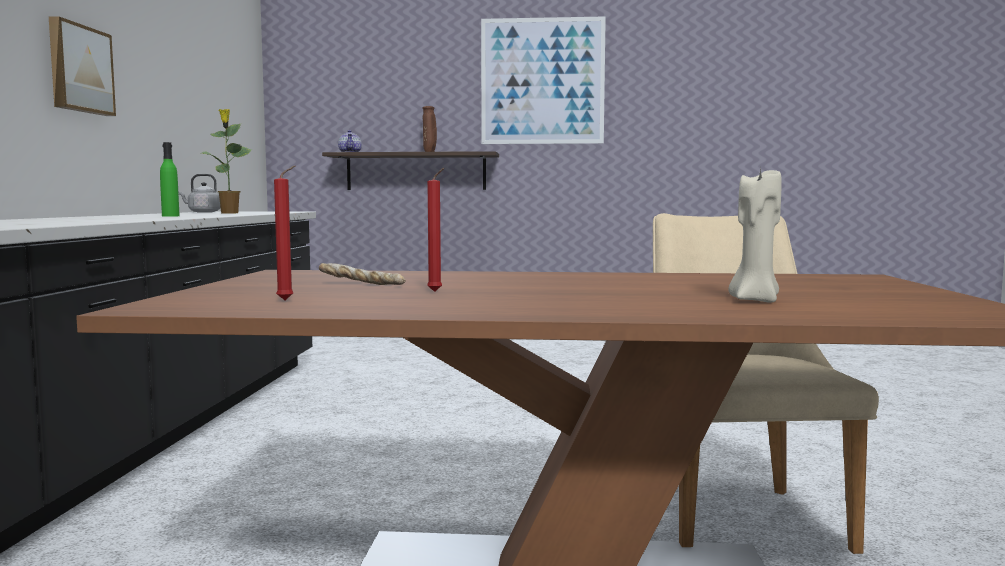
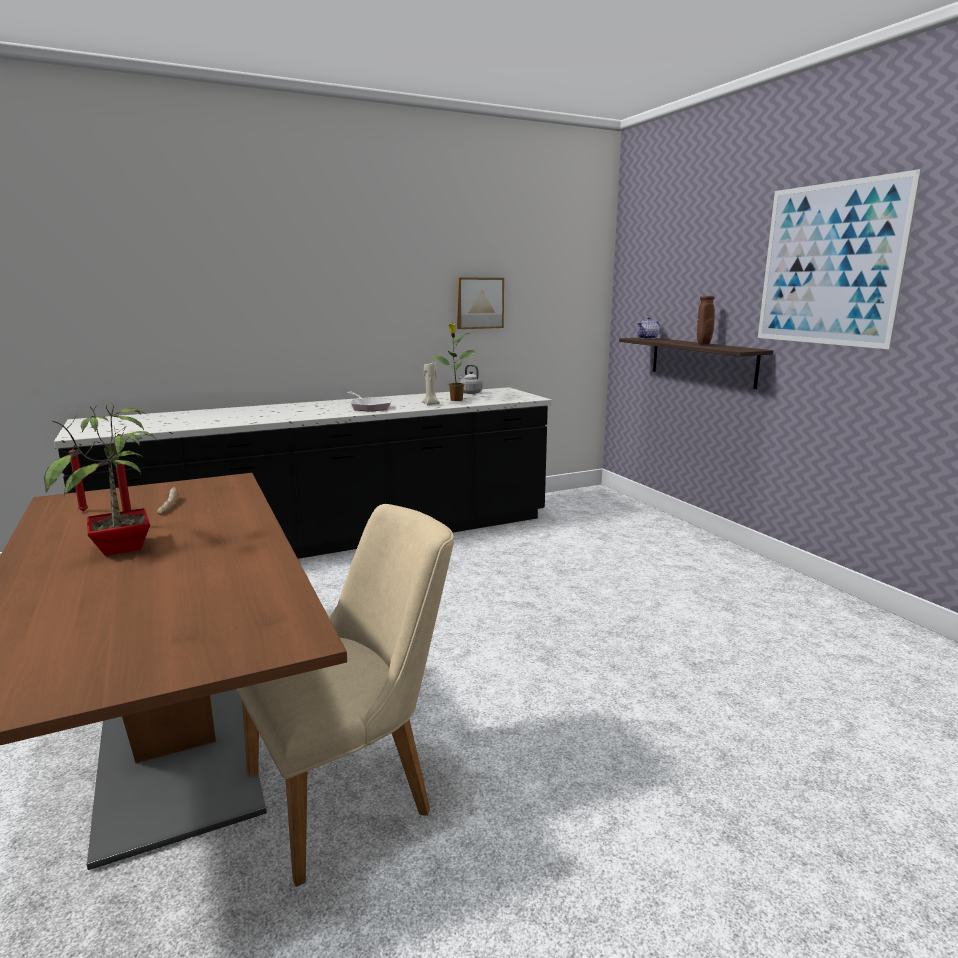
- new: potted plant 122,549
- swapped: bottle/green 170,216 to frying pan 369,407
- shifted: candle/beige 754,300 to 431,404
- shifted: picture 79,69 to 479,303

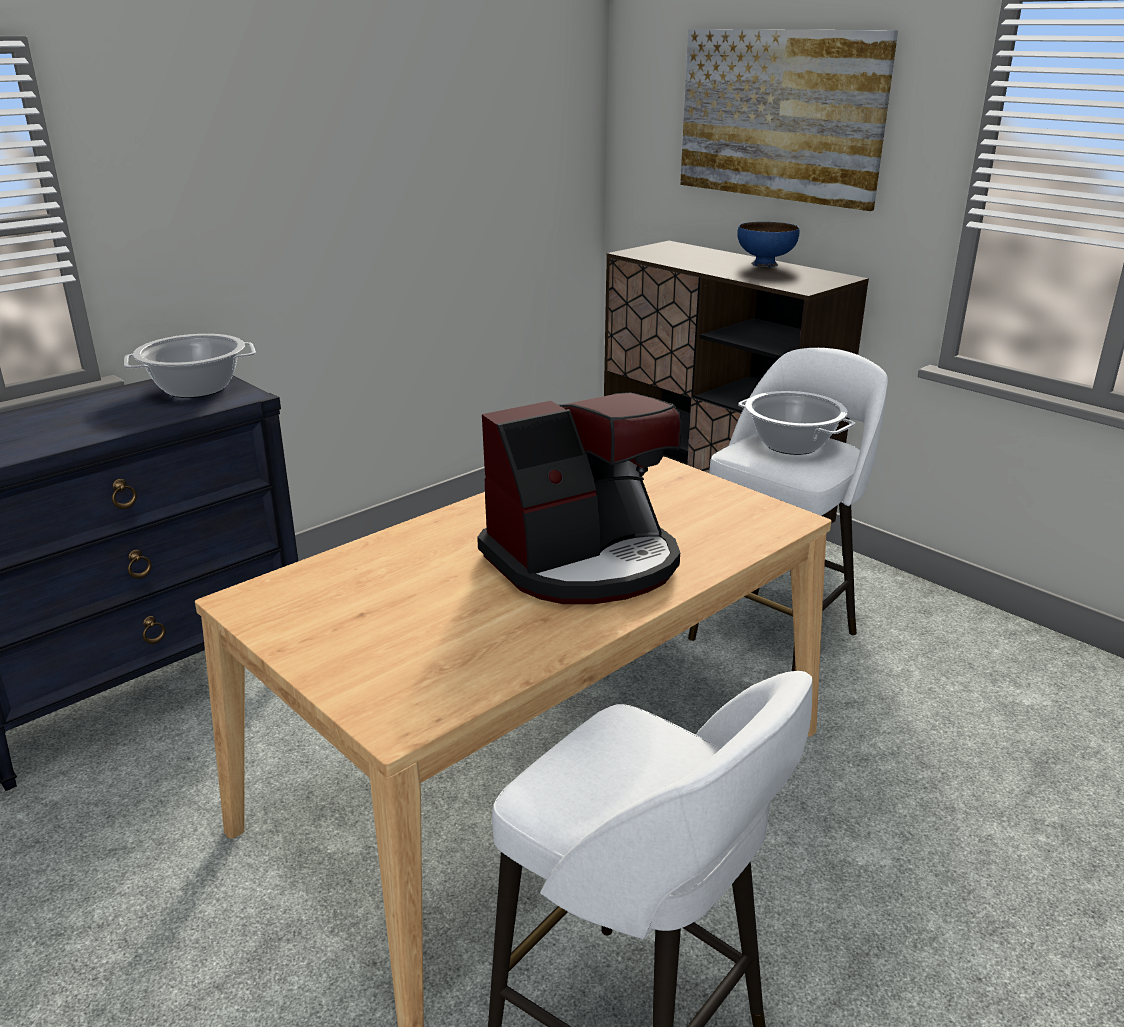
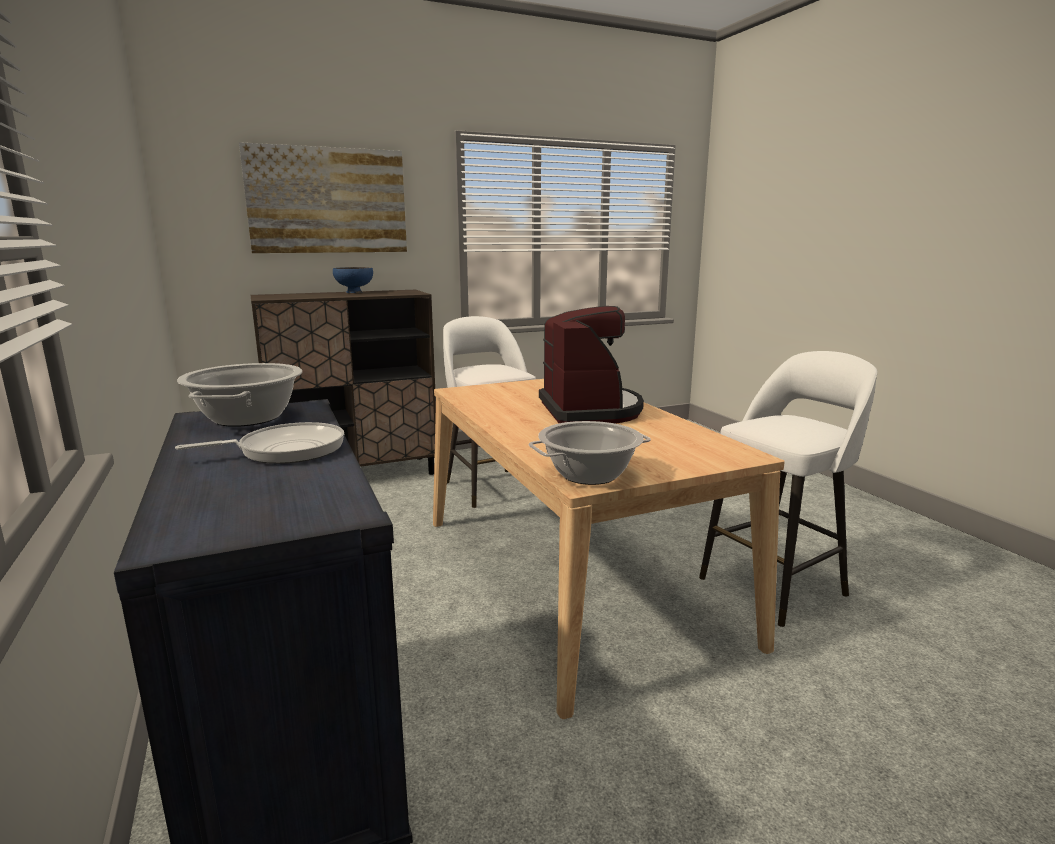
- new: frying pan 285,450
- shifted: cooking pot 791,444 to 589,475

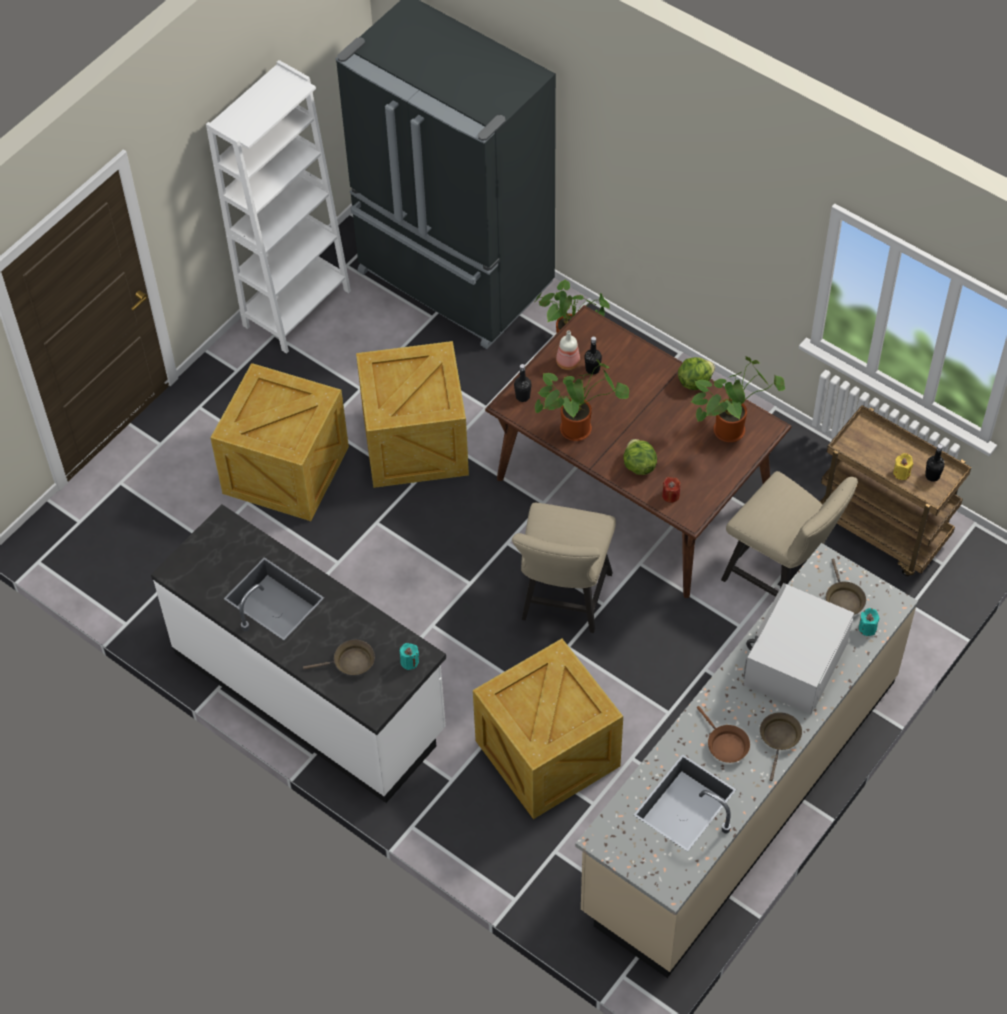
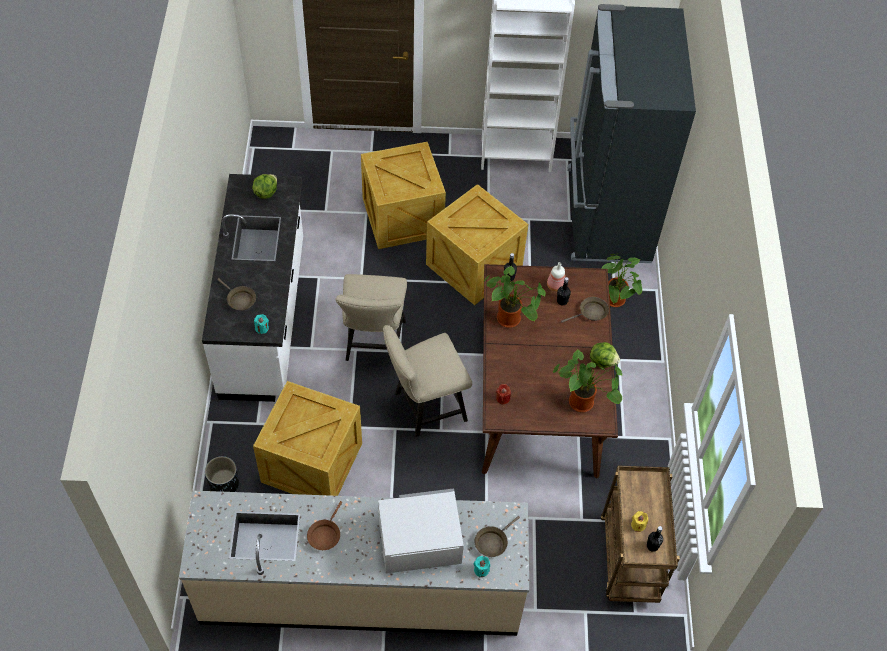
- new: planter/black 224,484
- shifted: lettuce 638,466 to 265,192
- shifted: chair/beige 780,576 to 374,345
- shifted: frying pan/brown 779,739 to 591,313

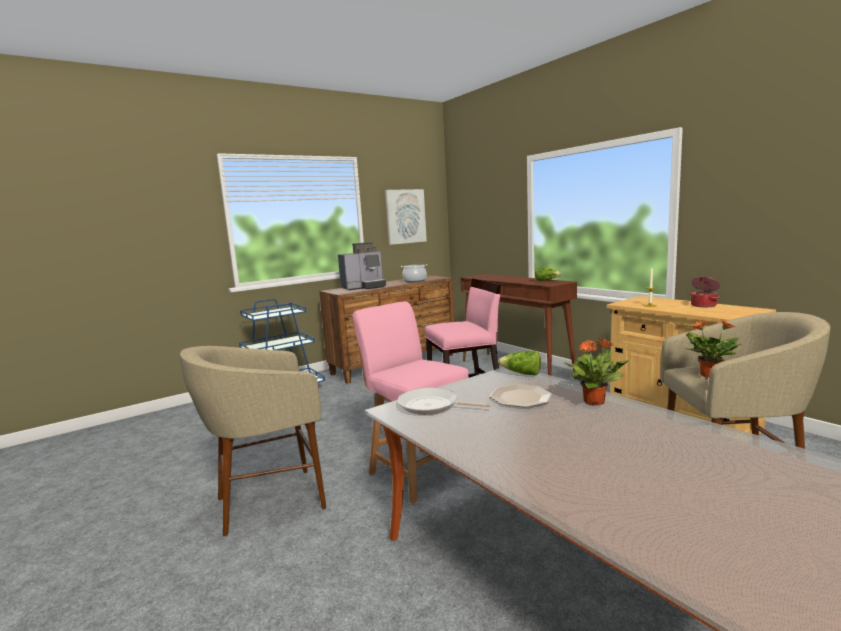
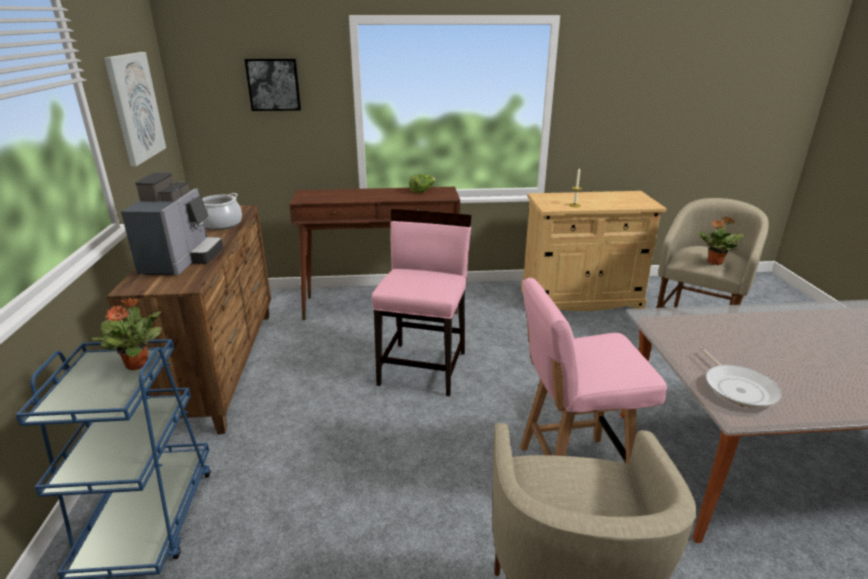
- shifted: potted plant 594,402 to 138,364
- new: picture 274,84
- rotated: frying pan 432,406 = 737,388 60 degrees counterclockwise
- gone: plate 520,397
- gone: lettuce 521,374
- gone: cooking pot 704,305

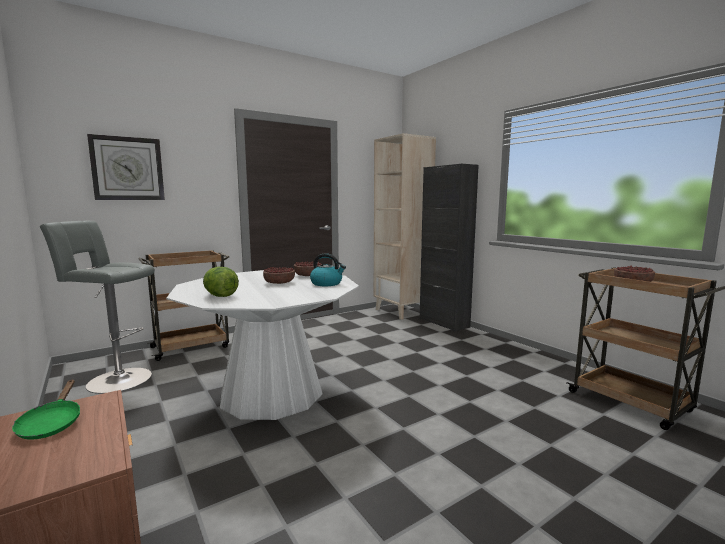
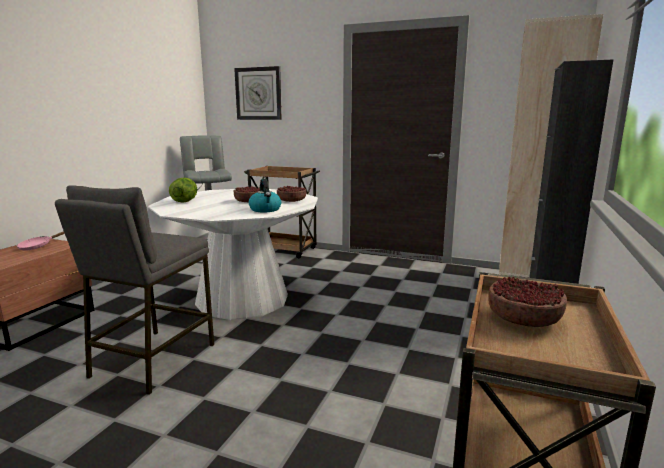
- repainted: frying pan/green 52,423 to frying pan/pink 38,246
- new: stool/grey 152,360

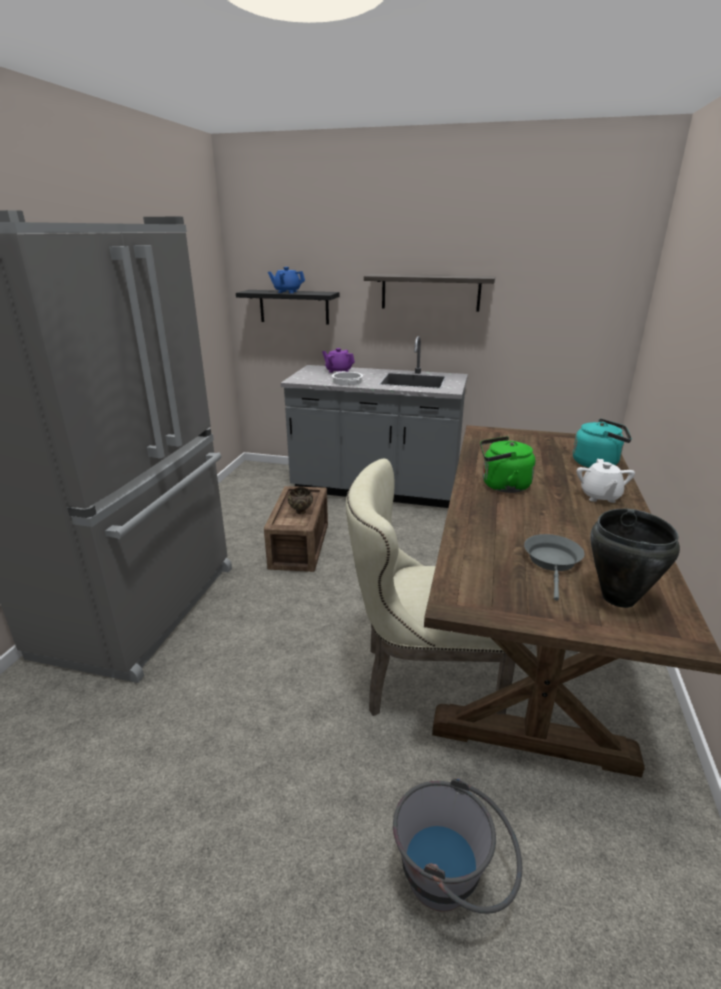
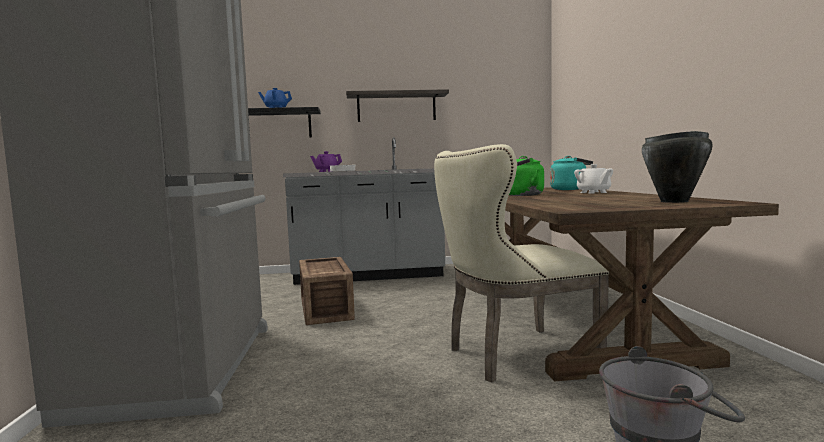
- gone: bowl/brown 301,512
- gone: frying pan/grey 552,562

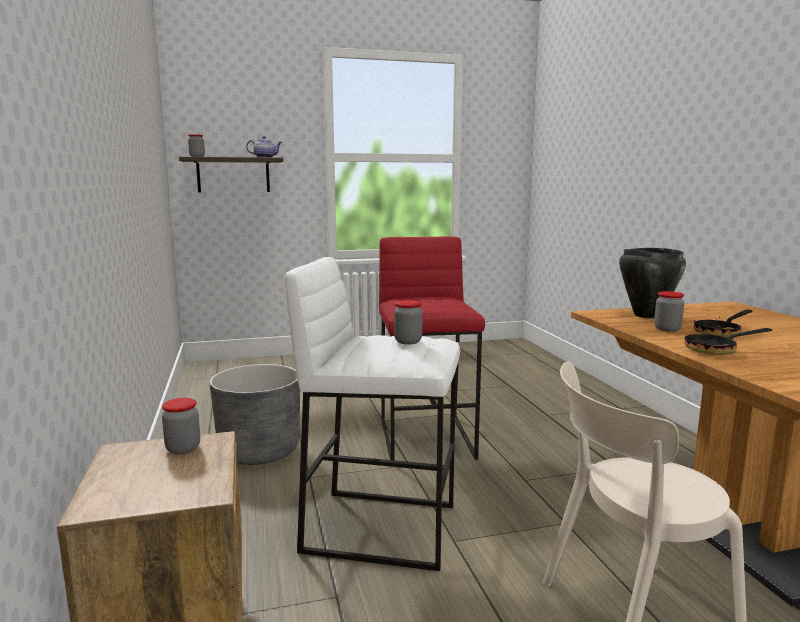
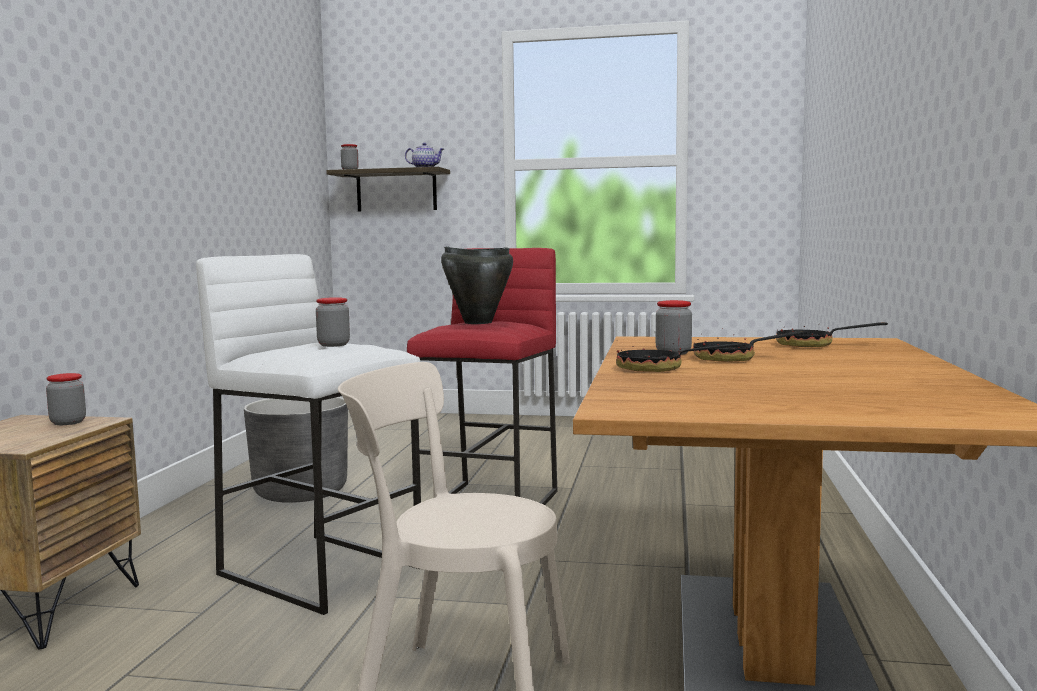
- shifted: cooking pot/black 646,315 to 477,322
- new: frying pan 814,345

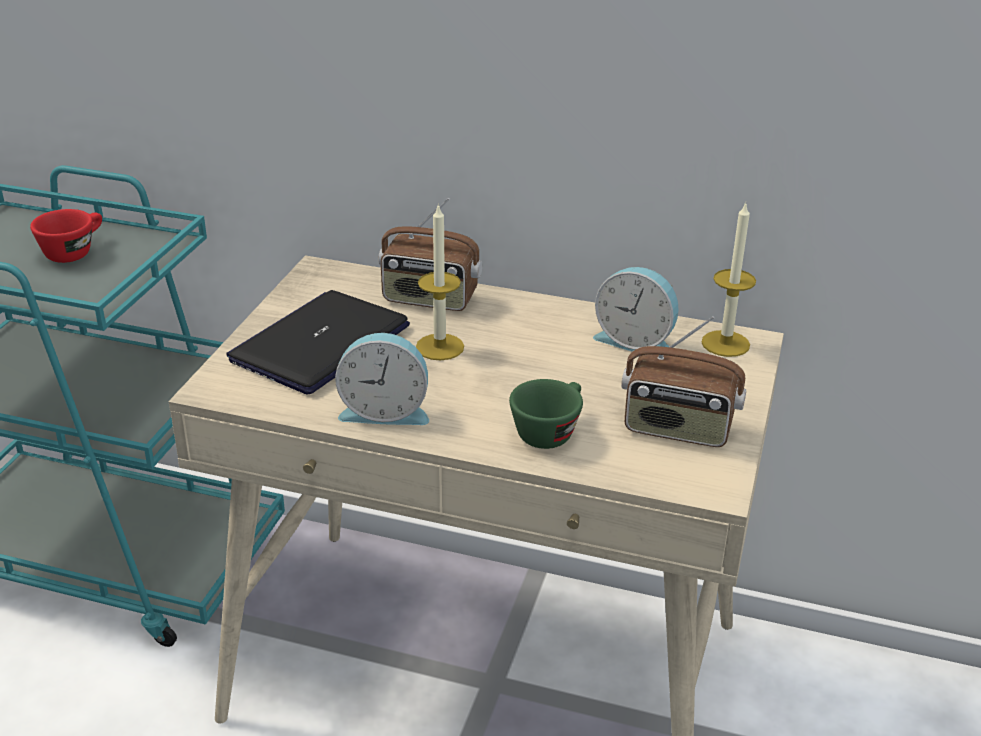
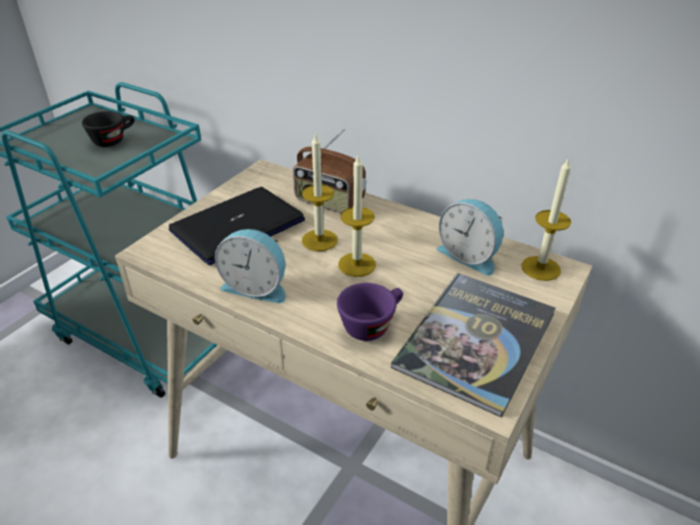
- repainted: cup/red 74,251 to cup/black 113,140
- repainted: cup/green 549,431 to cup/purple 372,324
- new: candle 357,264
- swapped: radio 677,429 to book 476,340

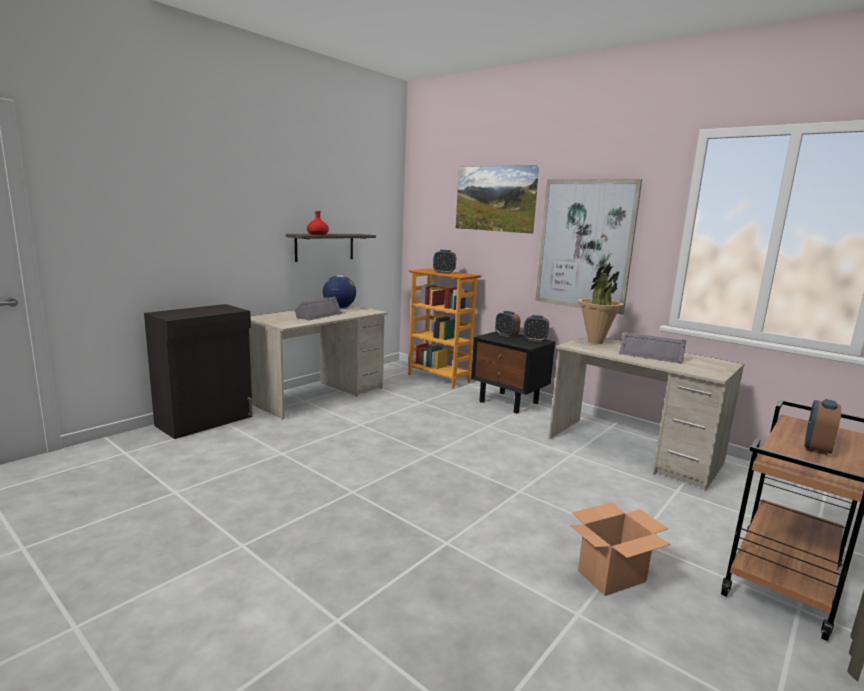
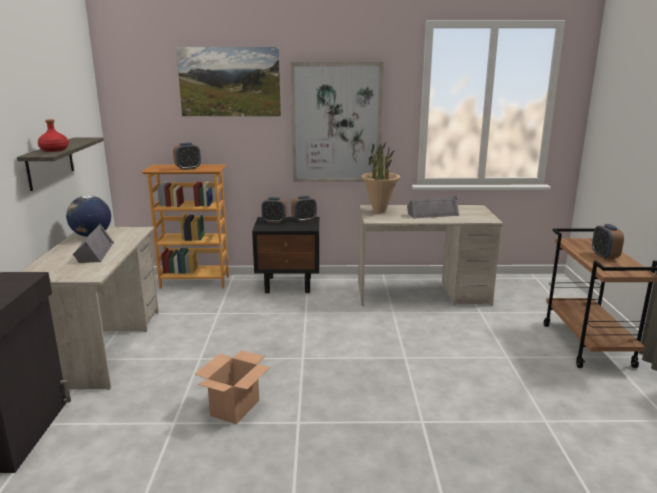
- shifted: cardboard box 612,576 to 235,408

